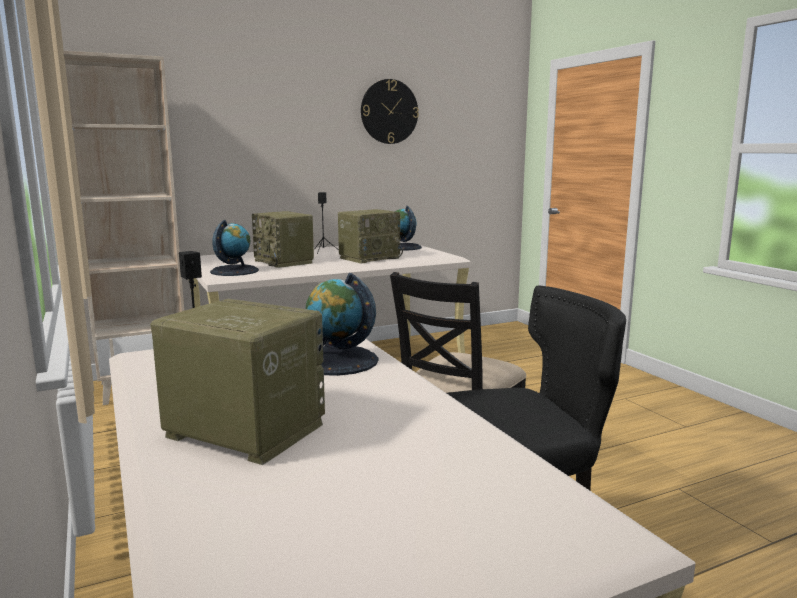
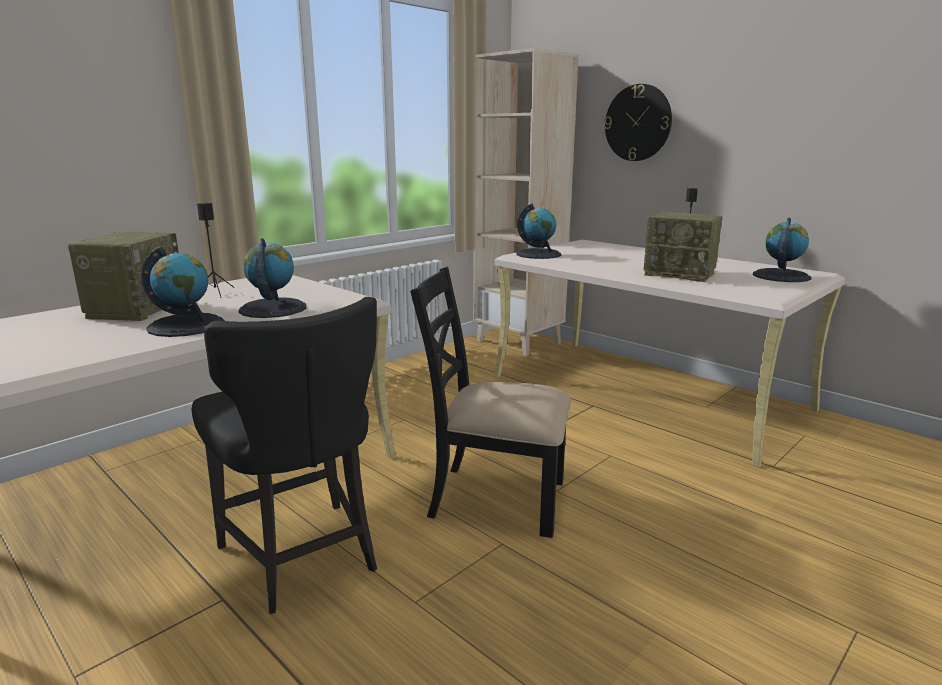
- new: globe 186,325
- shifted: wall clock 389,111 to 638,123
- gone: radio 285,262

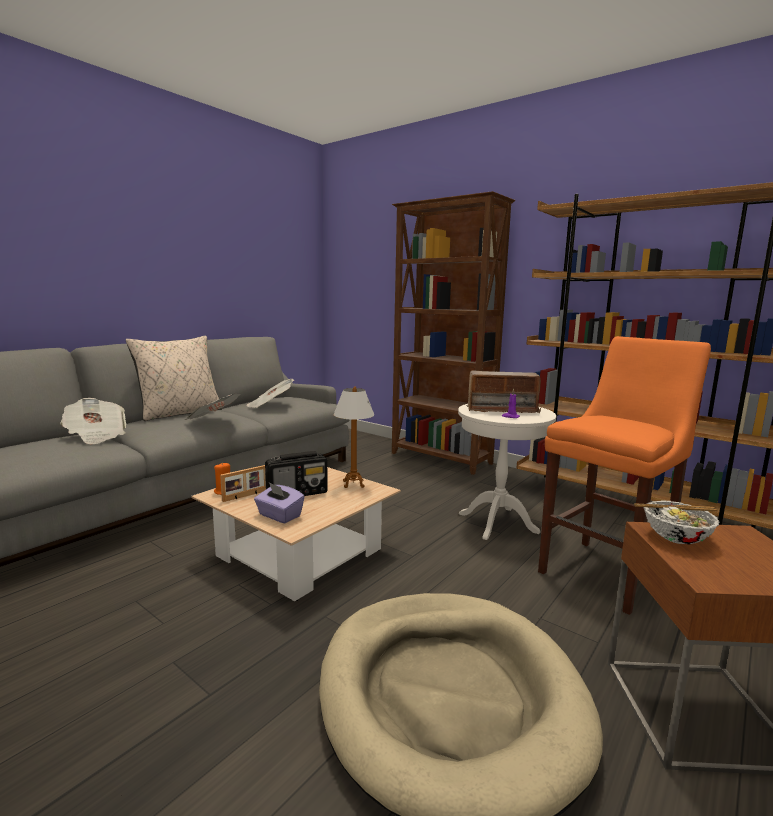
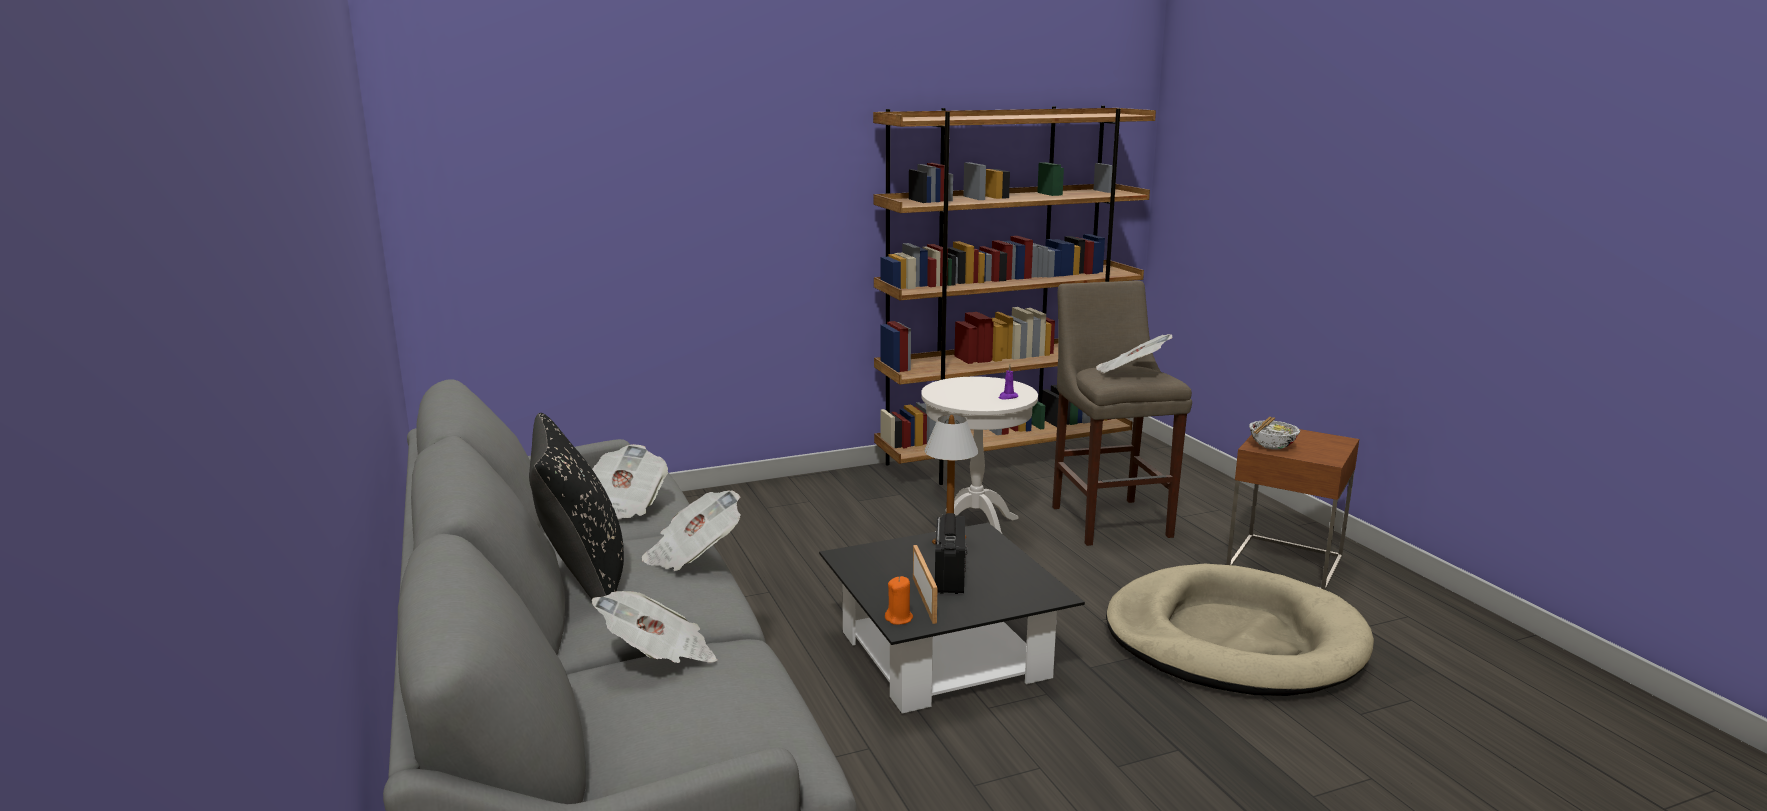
- repainted: pillow/beige 180,413 to pillow/black 584,577
- repainted: coffee table/beige 300,553 to coffee table/black 944,655
- repainted: stool/orange 607,572 to stool/beige 1108,519
- new: newspaper 1130,373
- gone: tissue box/purple 279,516
- gone: bookcase/brown 441,459
- gone: radio 501,410

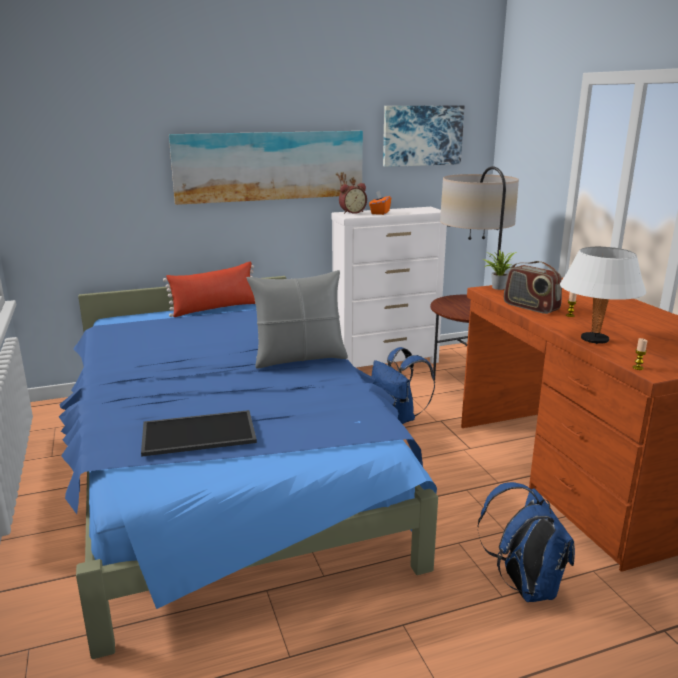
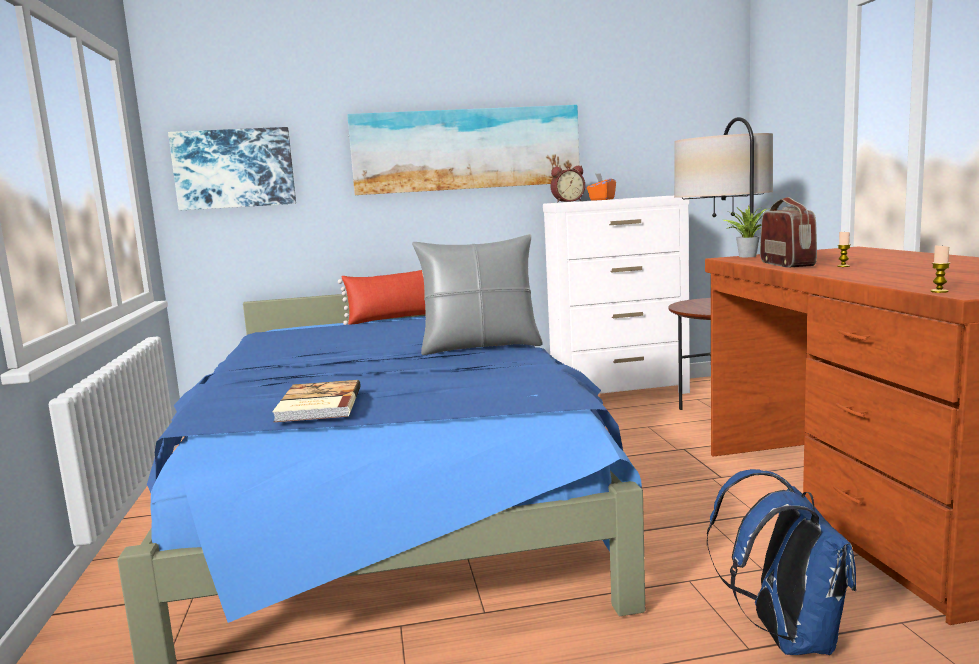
- shifted: picture 422,135 to 234,168
- swapped: tray 197,434 to book 317,405
- rotated: radio 530,307 = 787,264 150 degrees counterclockwise
- gone: backpack/blue 398,419
- gone: table lamp/white 594,340

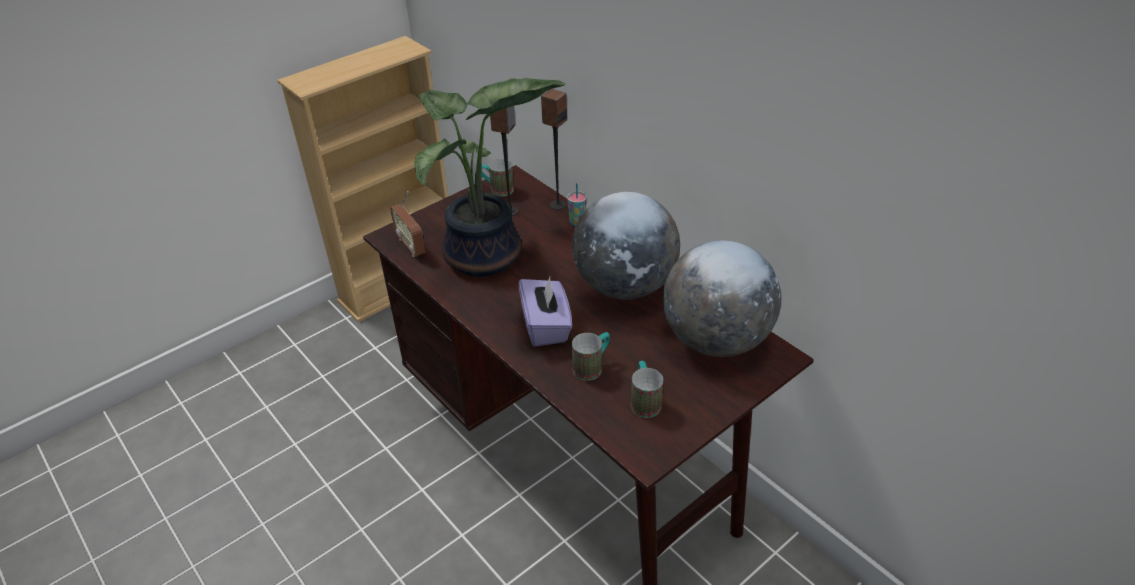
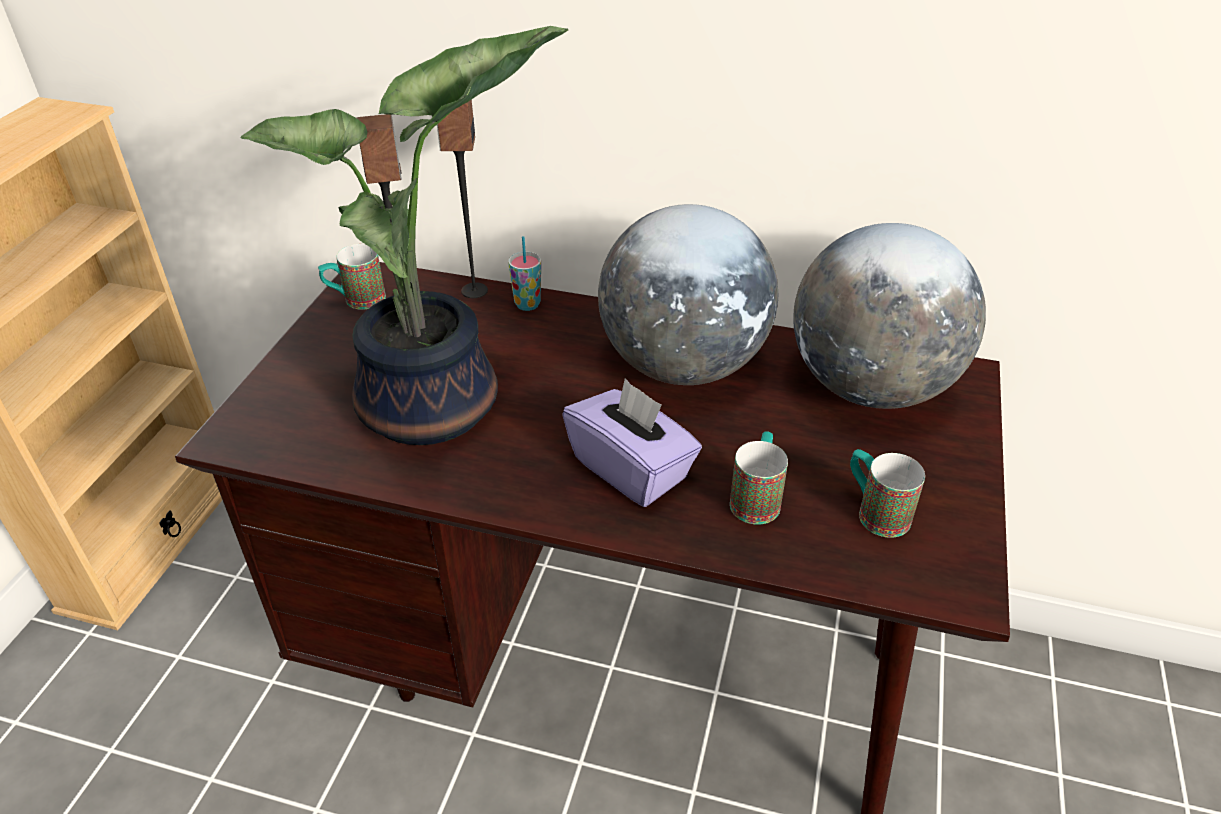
- gone: radio 411,246

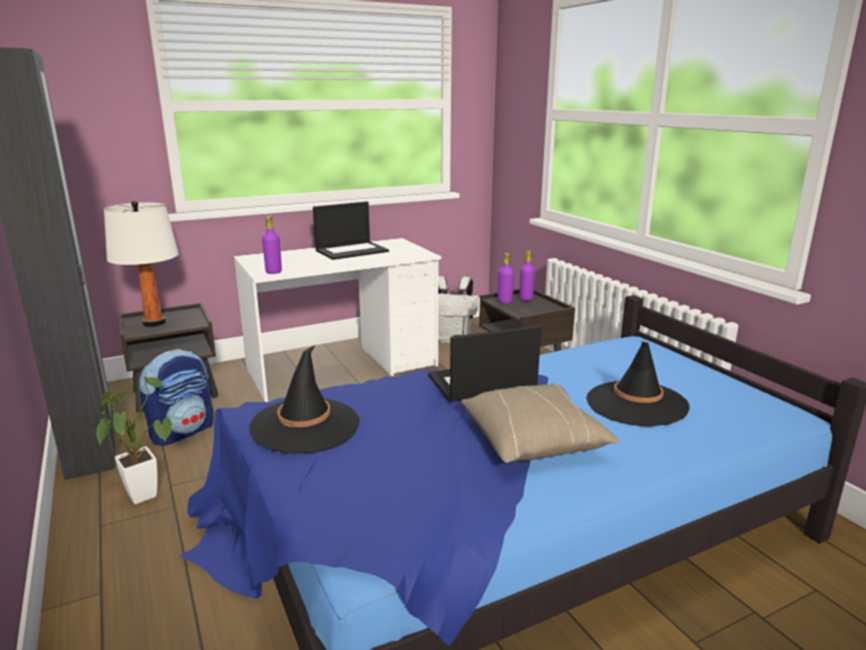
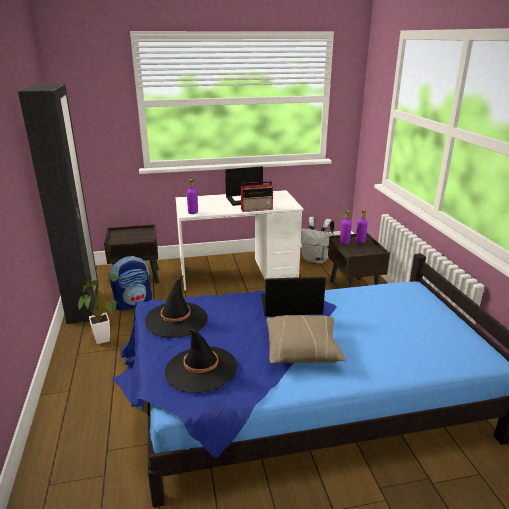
- shifted: hat/black 636,404 to 201,369
- new: radio 257,209
- gone: table lamp/white 154,323

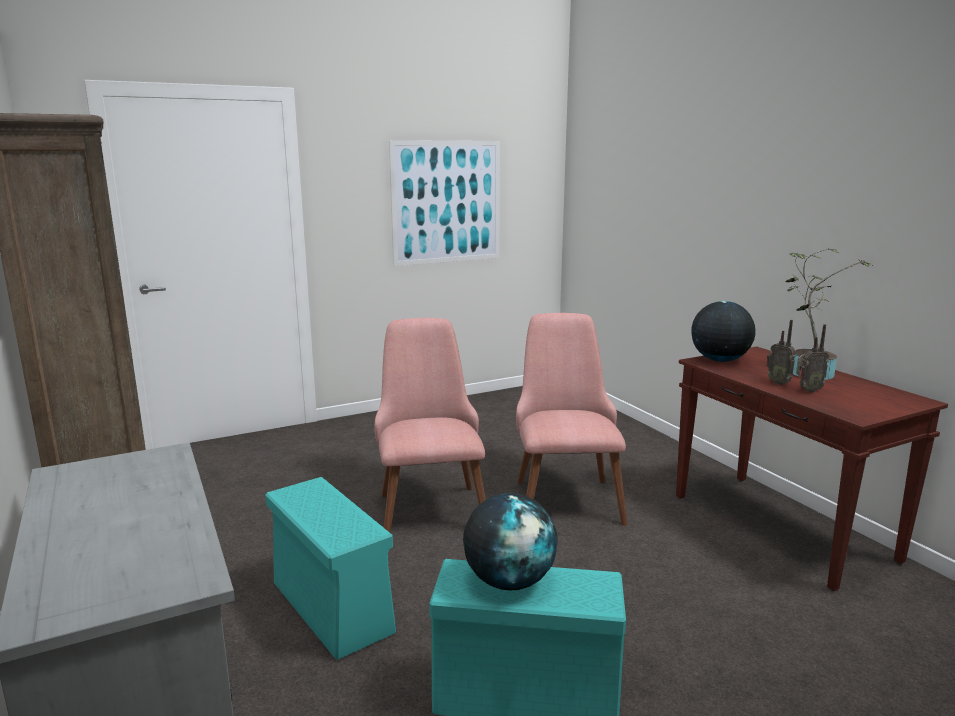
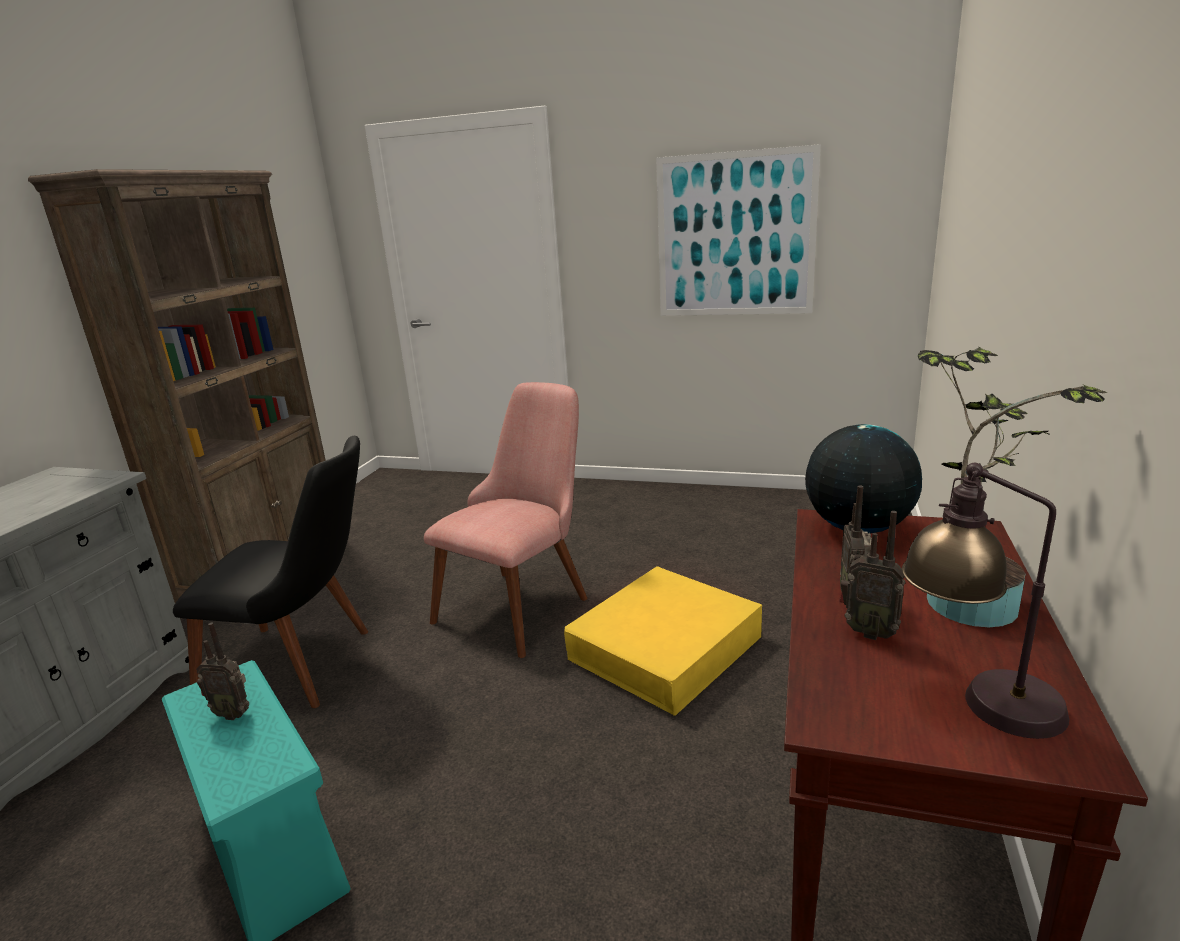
- swapped: storage box/turquoise 333,608 to chair/black 308,665
- swapped: globe 509,581 to radio 233,713
- swapped: chair/pink 564,494 to storage box/yellow 665,648
- new: table lamp 975,698

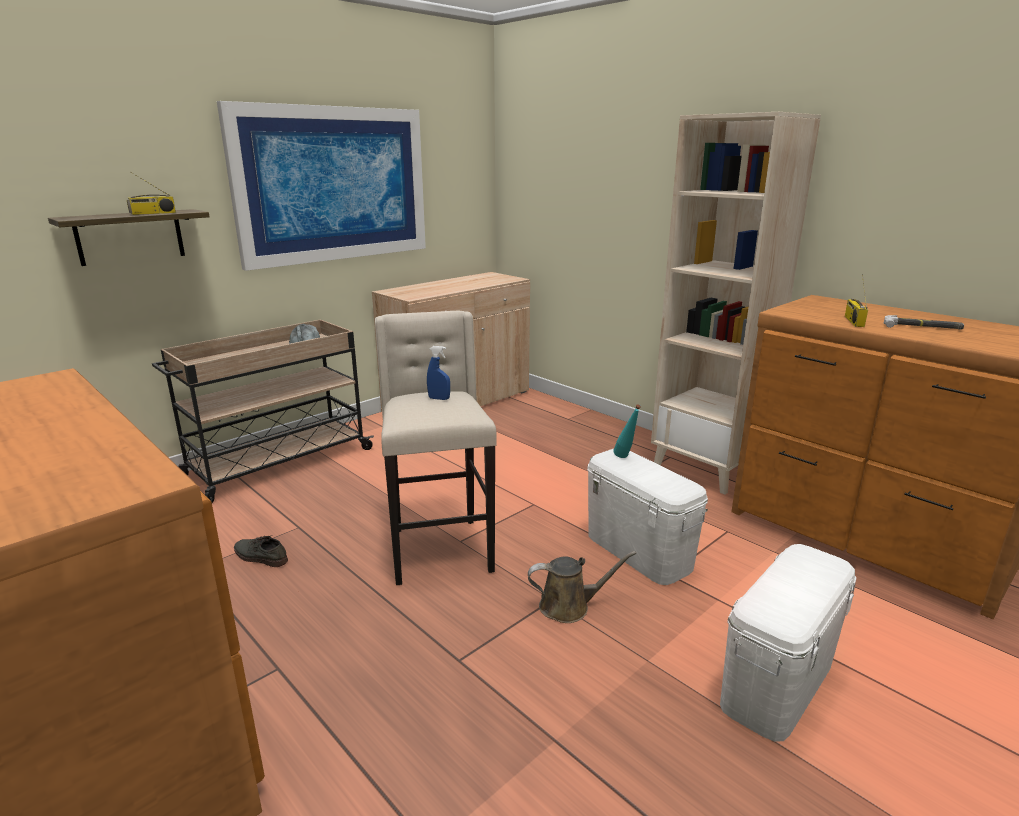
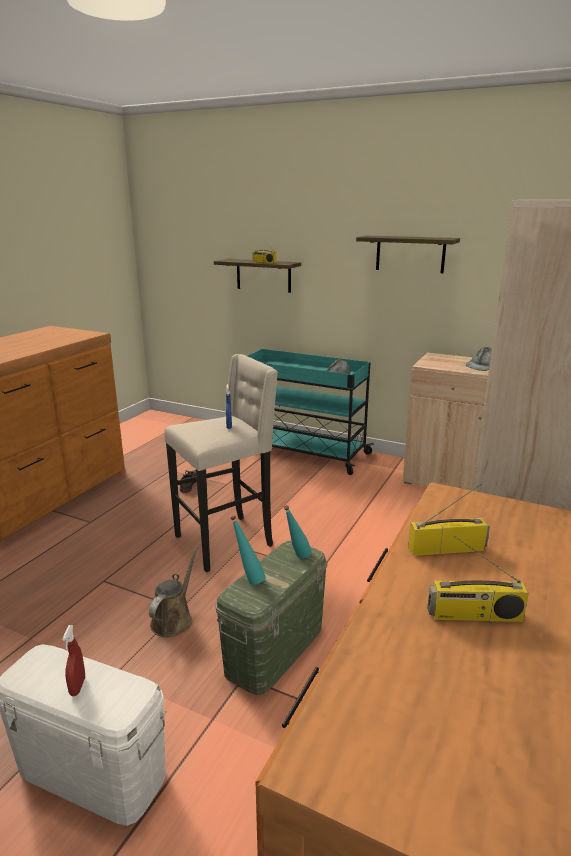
- new: spray bottle/red 77,686
- rotated: watering can/brown 569,606 = 174,619 135 degrees counterclockwise
- repainted: storage box/white 639,551 to storage box/green 275,650
- new: bottle/turquoise 248,579
- repainted: cart/beige 277,463 to cart/turquoise 300,452
- swapped: picture 333,185 to shelf 410,254
- swapped: hammer 922,327 to radio 474,616
- new: cap/grey 482,365

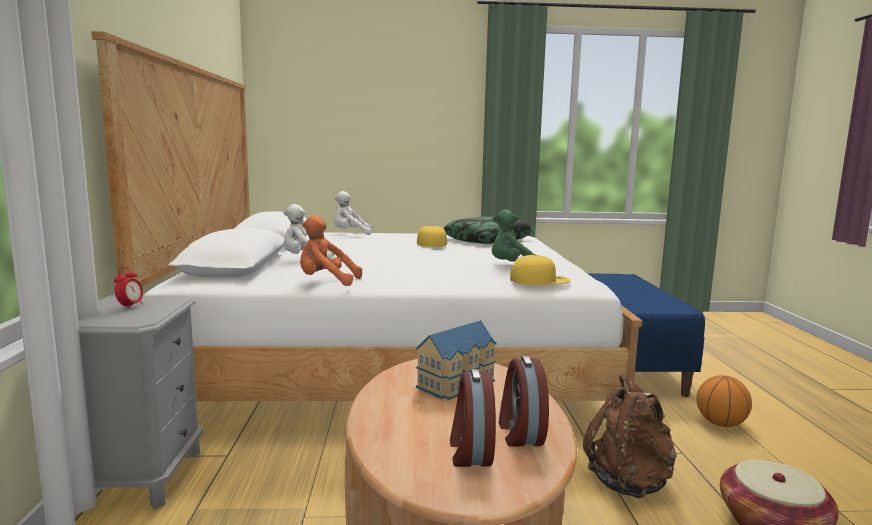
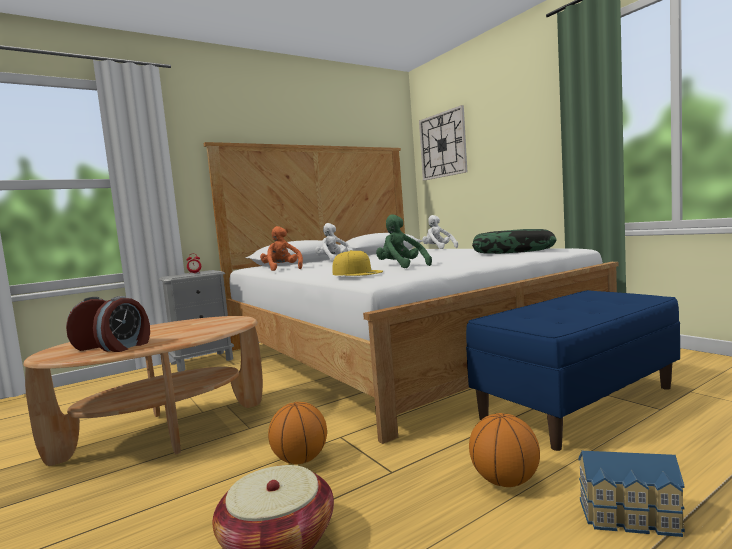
- rotated: alarm clock 519,433 = 126,347 150 degrees clockwise
- swapped: backpack/brown 629,483 to basketball 300,460
- new: wall clock 443,145
- shifted: toy house 458,384 to 631,518
- gone: cap/yellow 431,243

